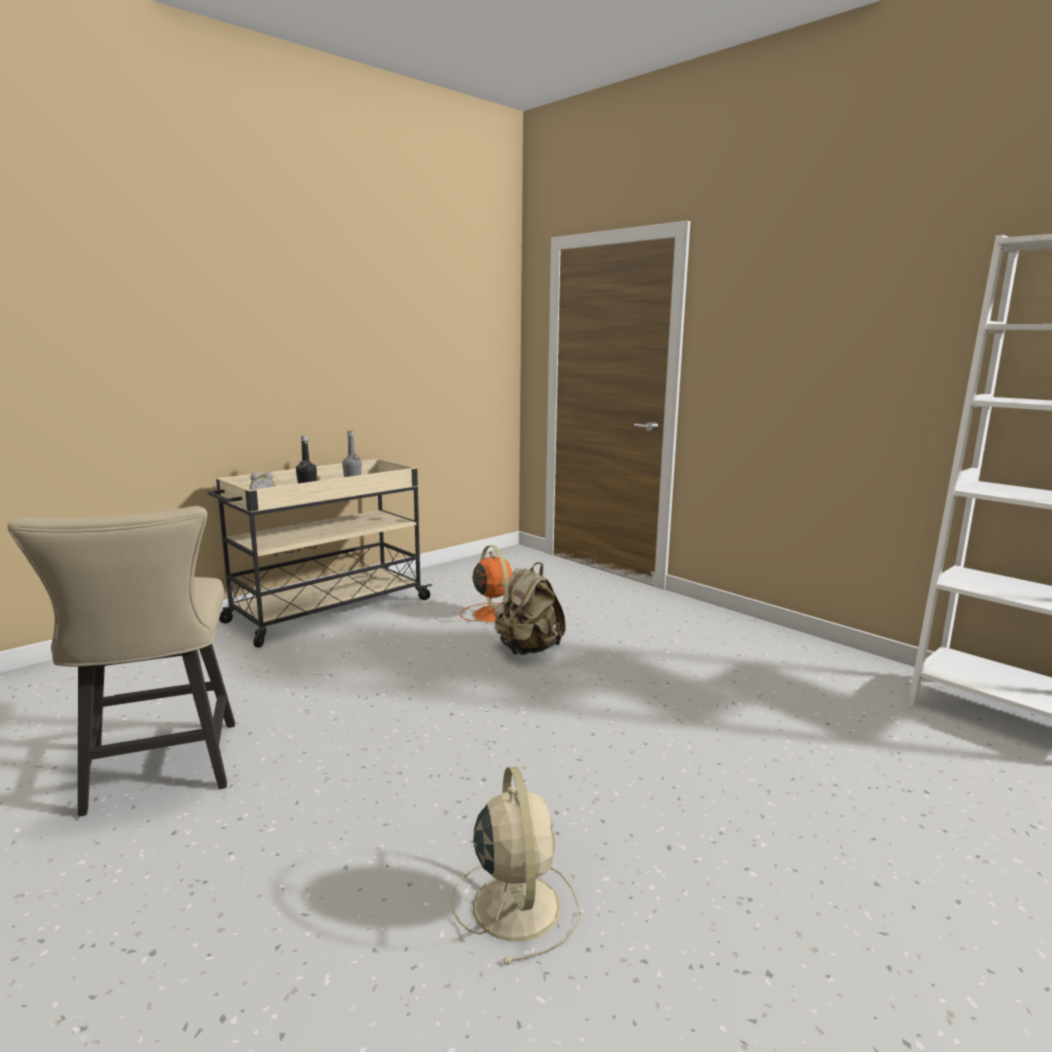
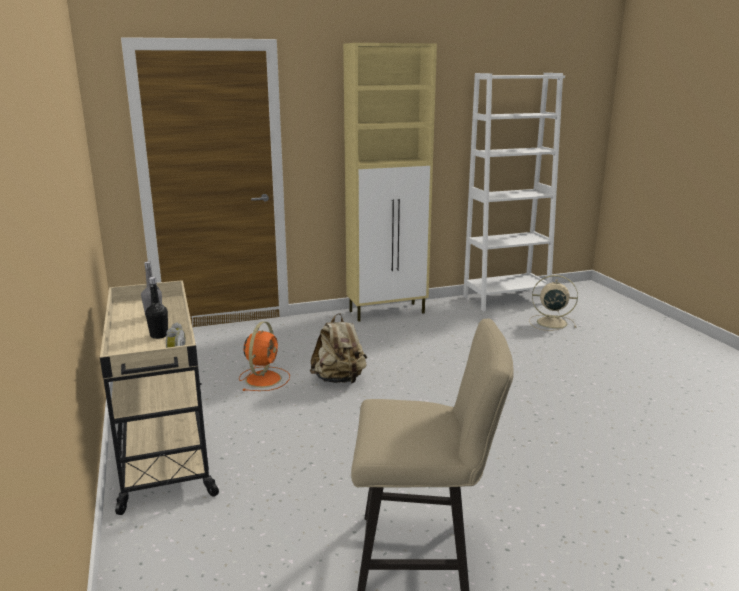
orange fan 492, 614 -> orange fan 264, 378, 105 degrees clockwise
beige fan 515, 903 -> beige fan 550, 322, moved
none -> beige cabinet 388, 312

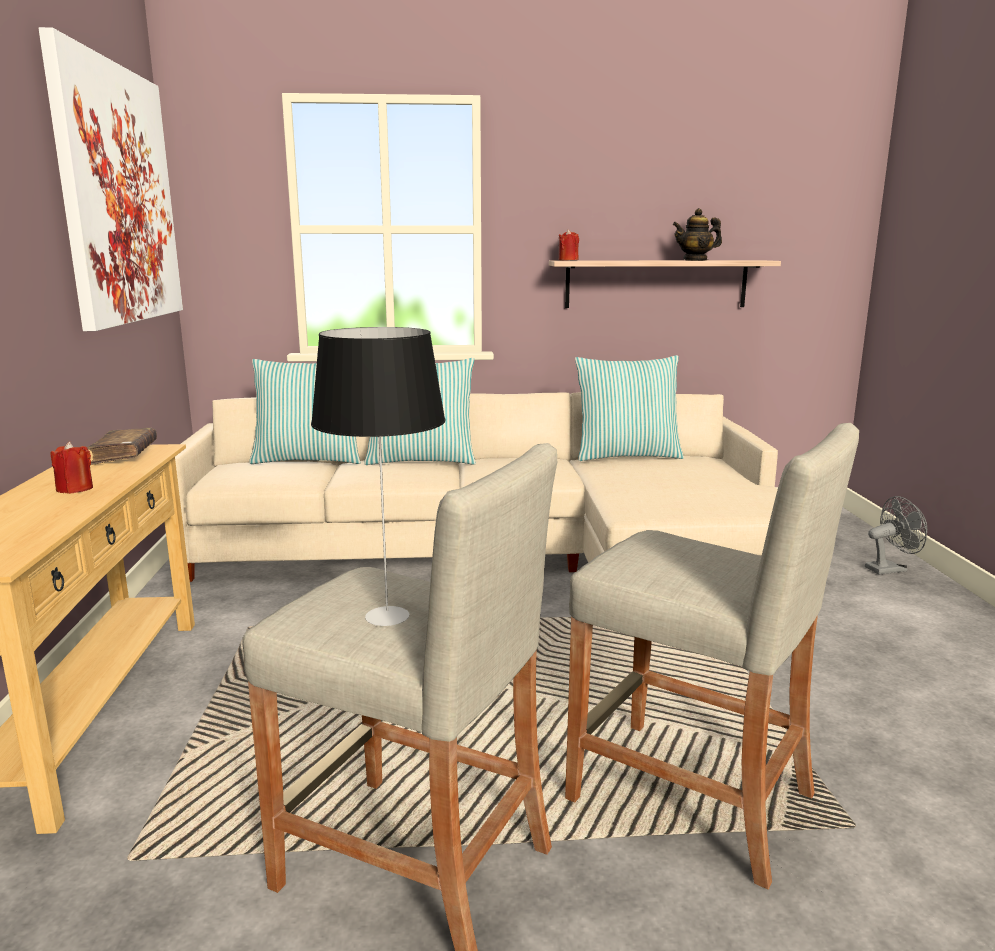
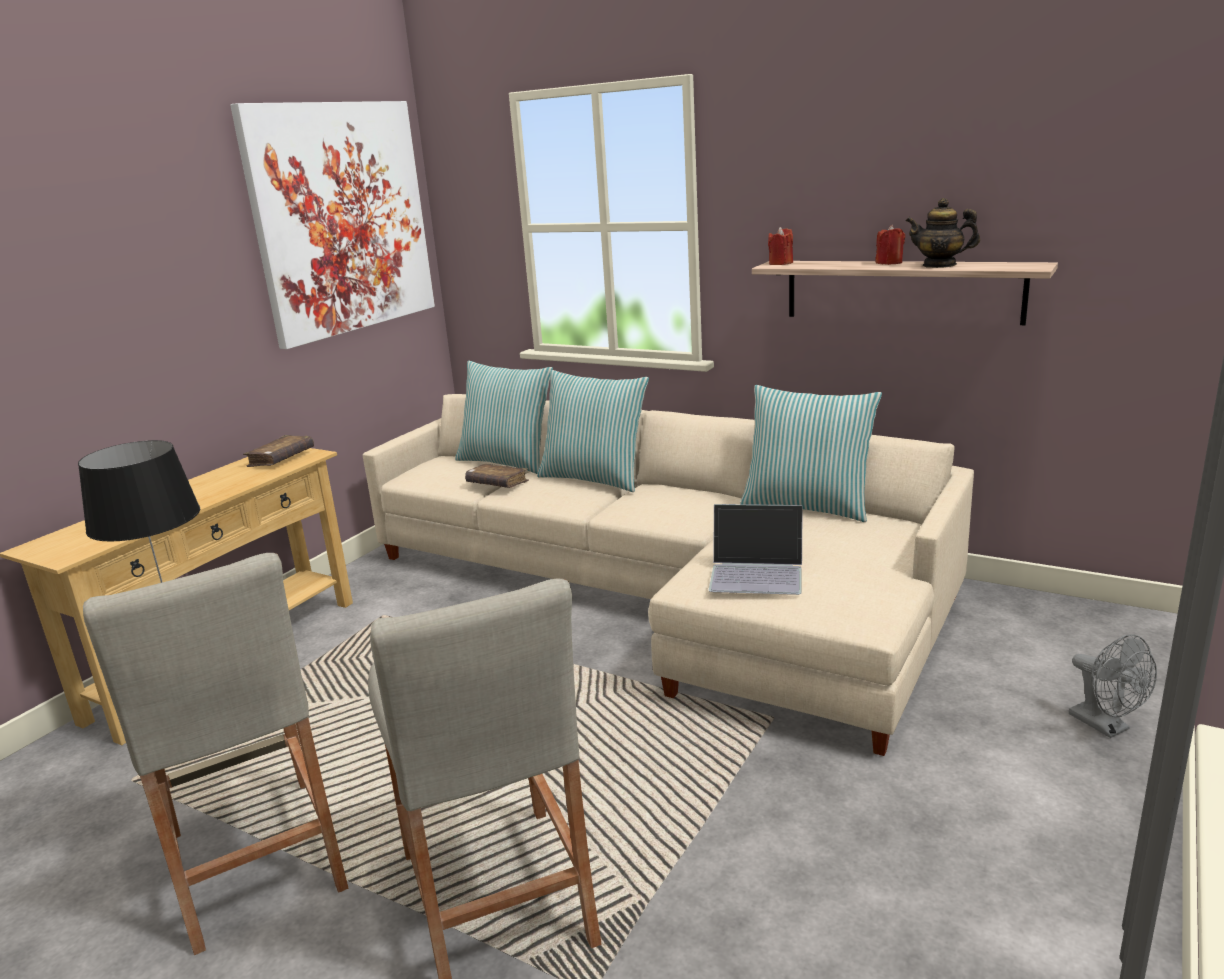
red candle 75, 489 -> red candle 889, 263, moved
grey fan 890, 569 -> grey fan 1106, 726, 45 degrees clockwise
none -> brown book 497, 484
none -> laptop 757, 572

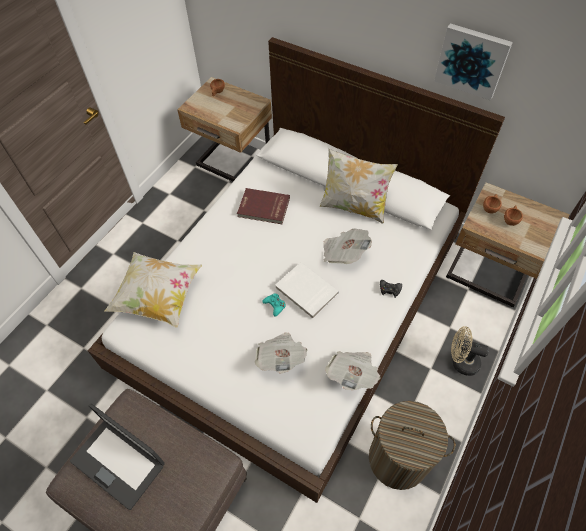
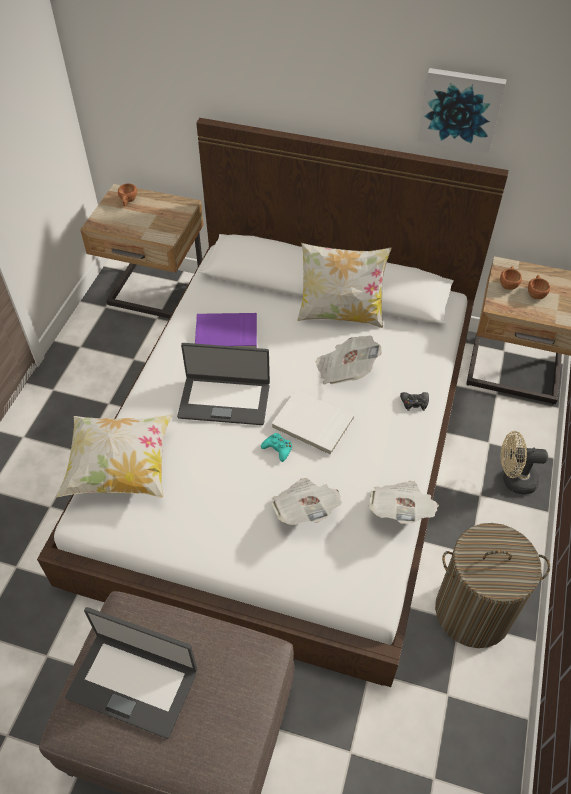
red book 263, 208 -> purple book 226, 335
none -> laptop 224, 400

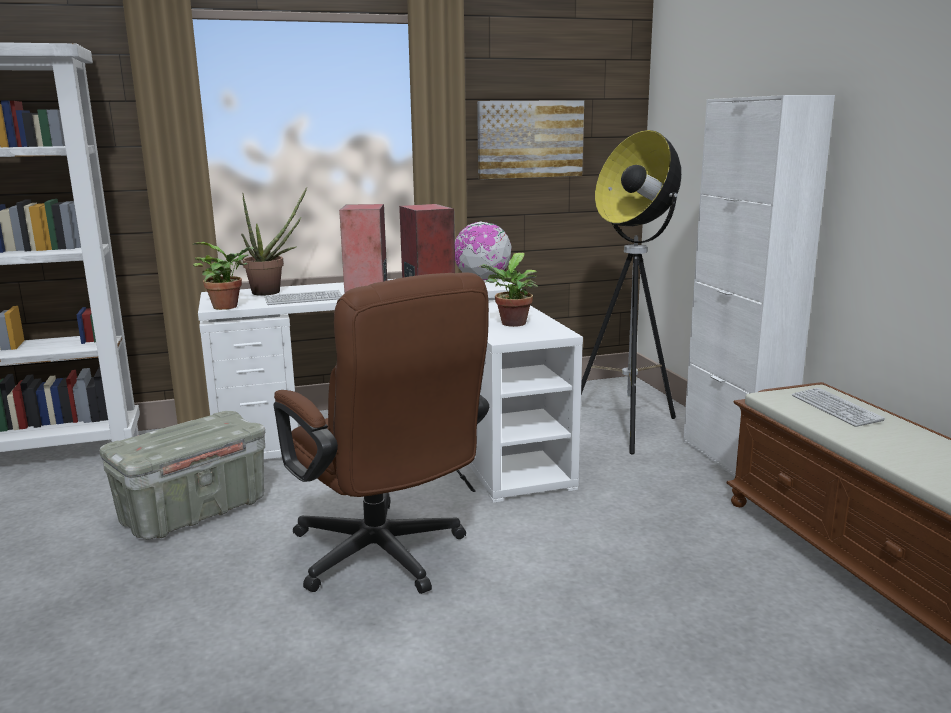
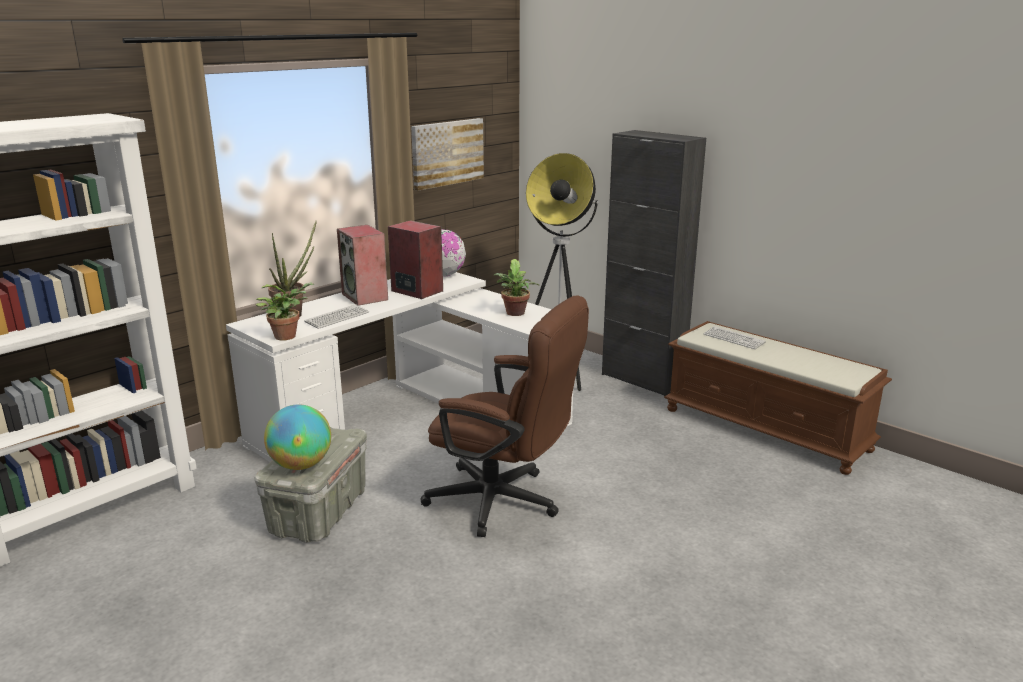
white cabinet 734, 459 -> black cabinet 642, 380
none -> globe 301, 465

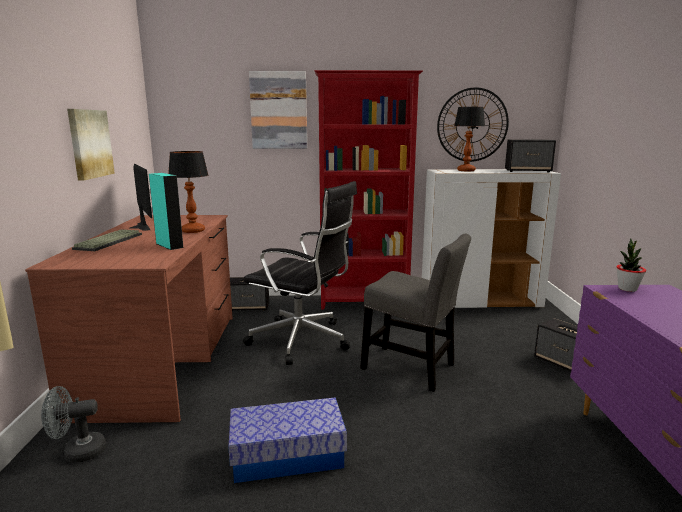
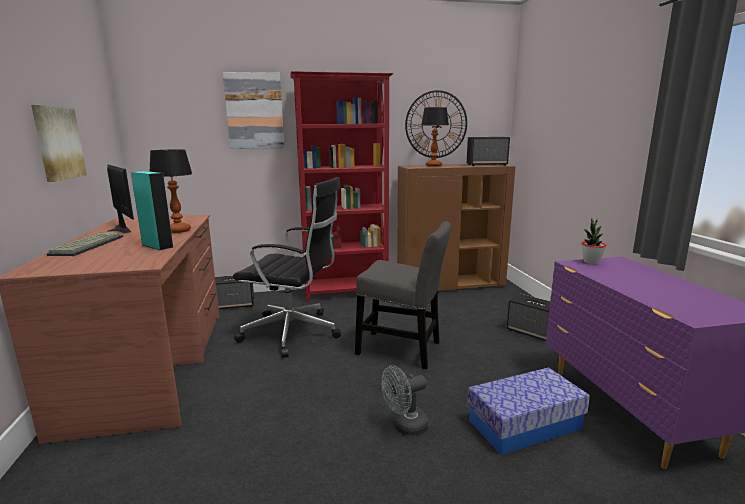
white cabinet 480, 302 -> brown cabinet 450, 285
grey fan 78, 452 -> grey fan 405, 426, moved
storage box 288, 455 -> storage box 524, 424, moved

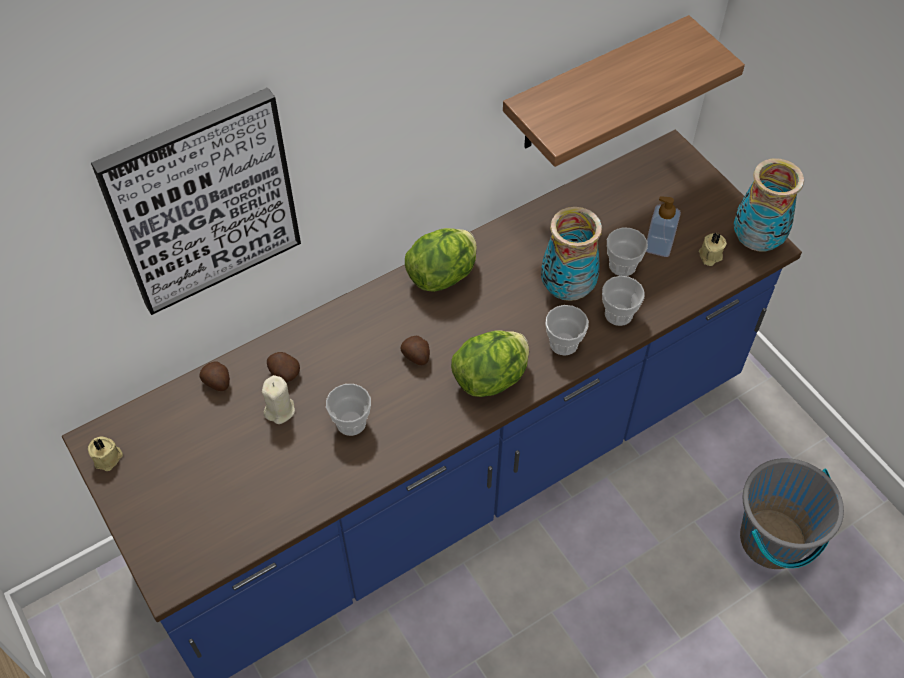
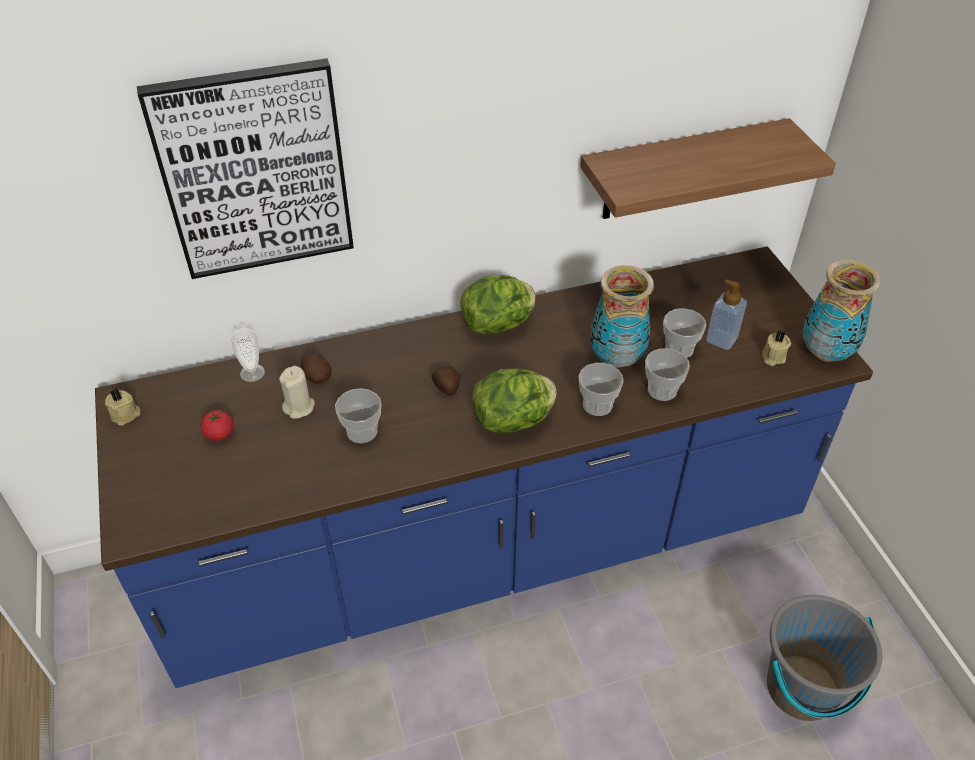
potato 218, 383 -> cup 252, 373
none -> tomato 219, 434

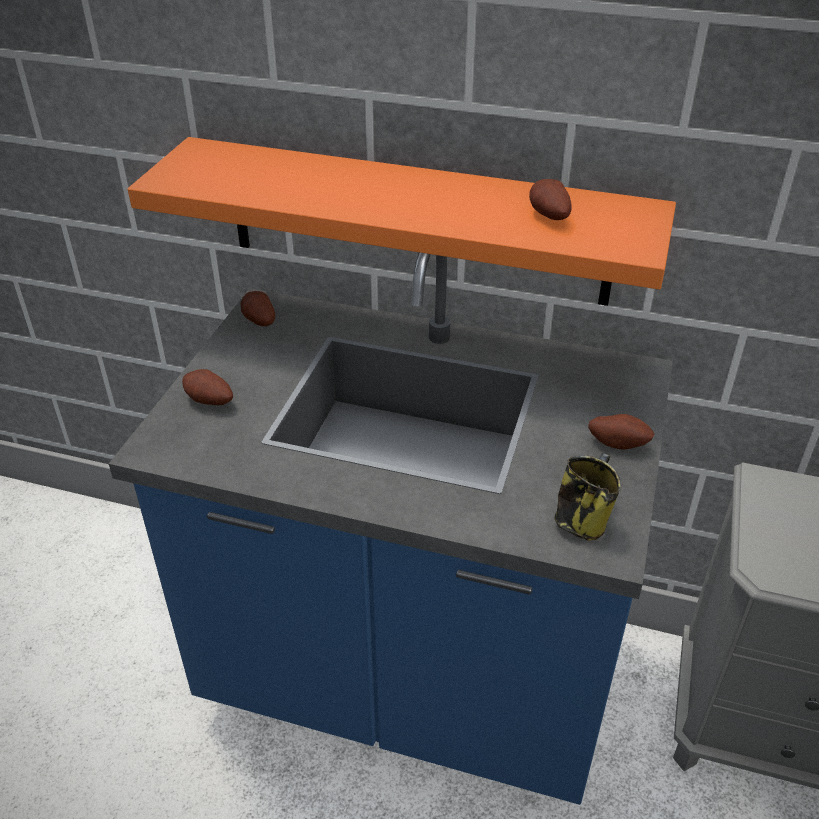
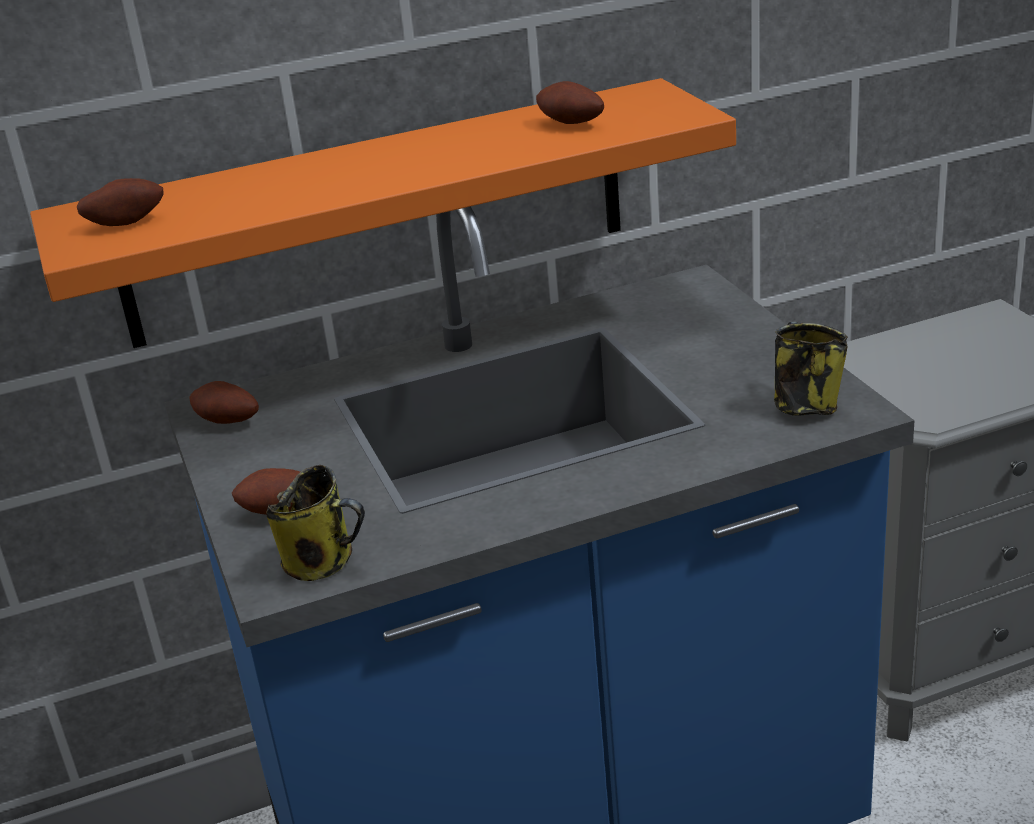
potato 618, 443 -> potato 126, 222, moved
none -> mug 322, 563

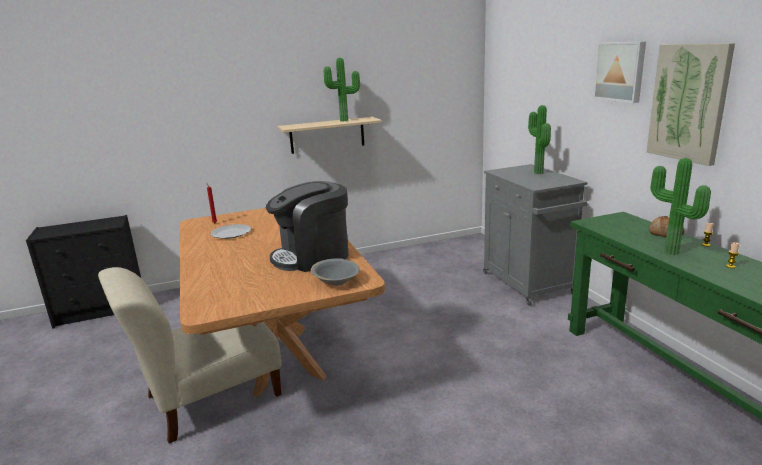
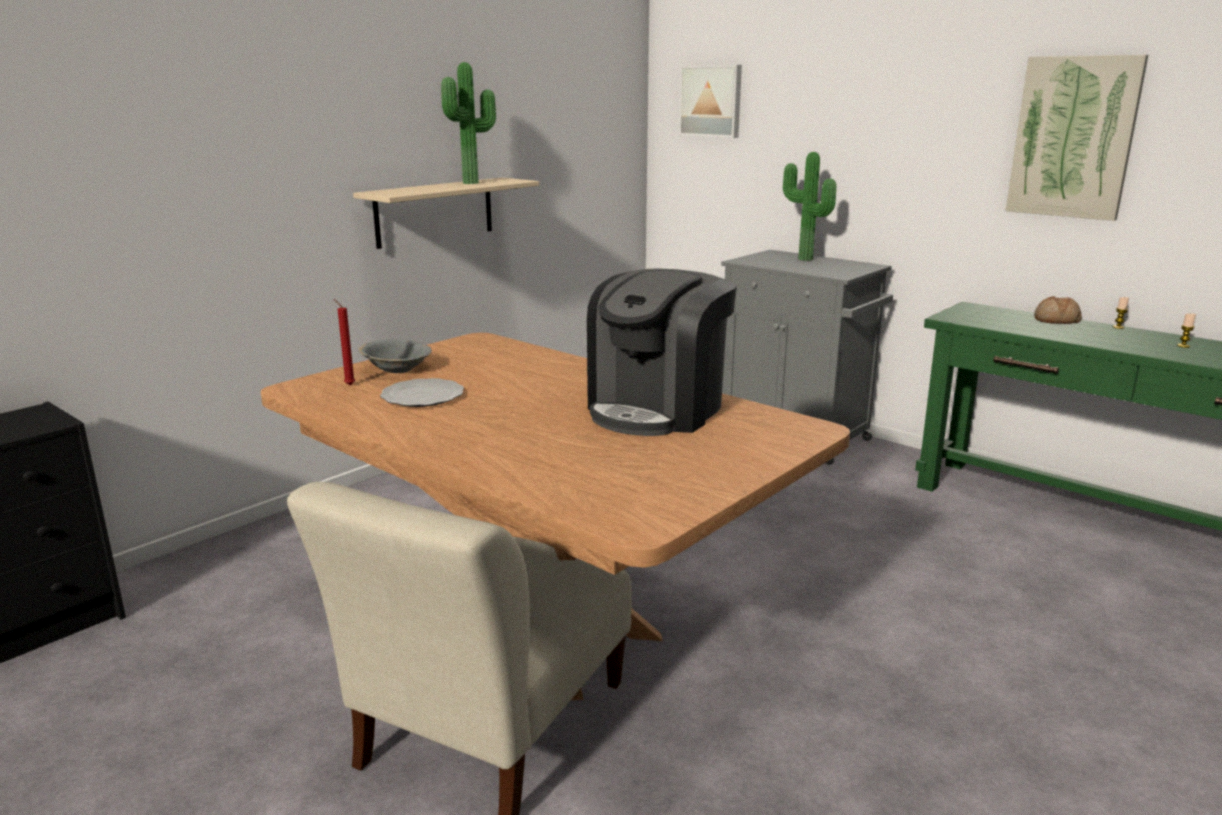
picture 620, 71 -> picture 711, 101, moved
potted plant 669, 253 -> none
grey bowl 336, 282 -> grey bowl 397, 369, moved

